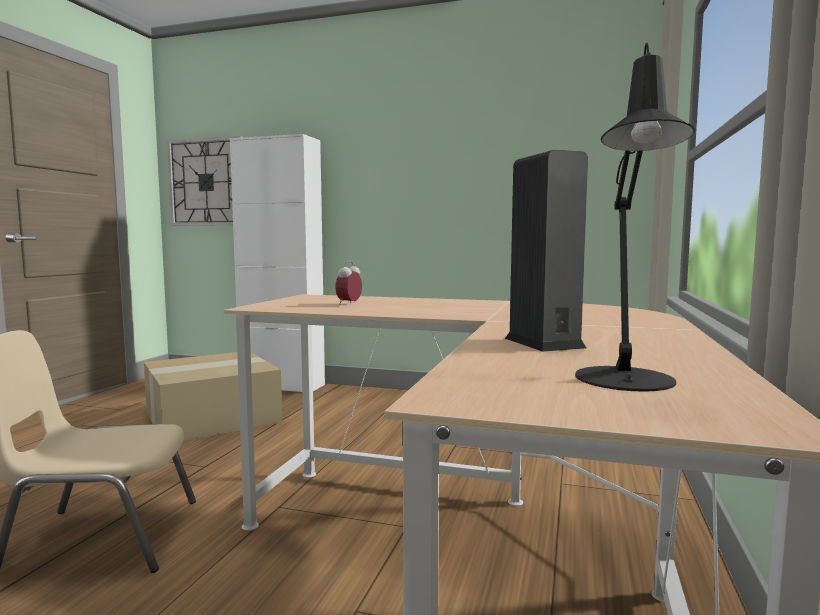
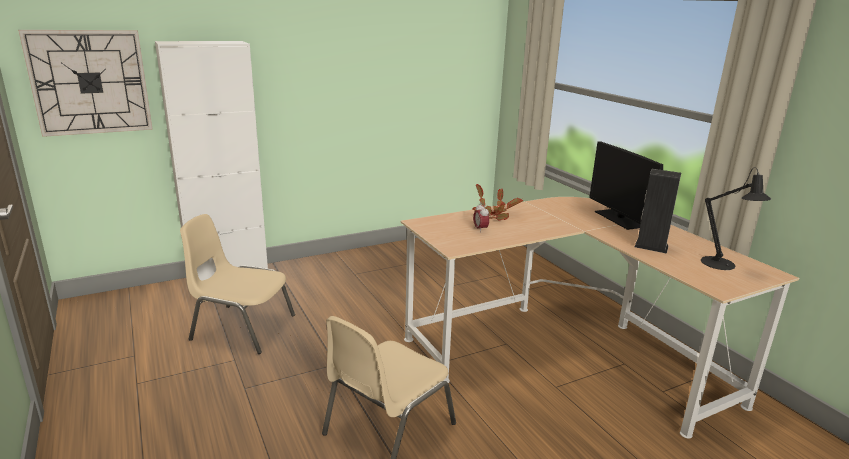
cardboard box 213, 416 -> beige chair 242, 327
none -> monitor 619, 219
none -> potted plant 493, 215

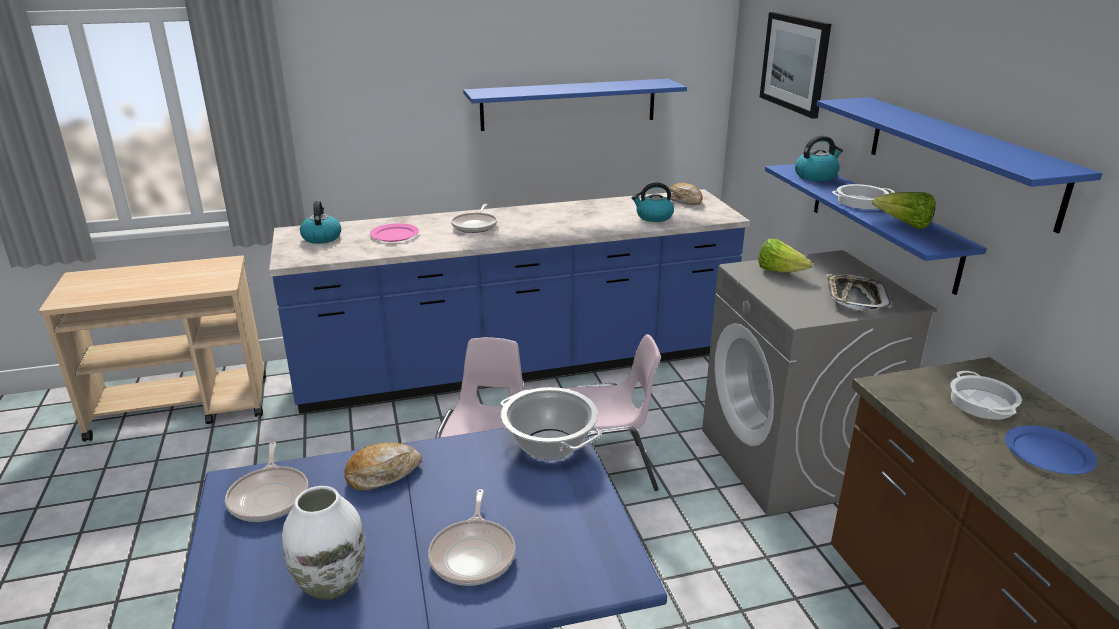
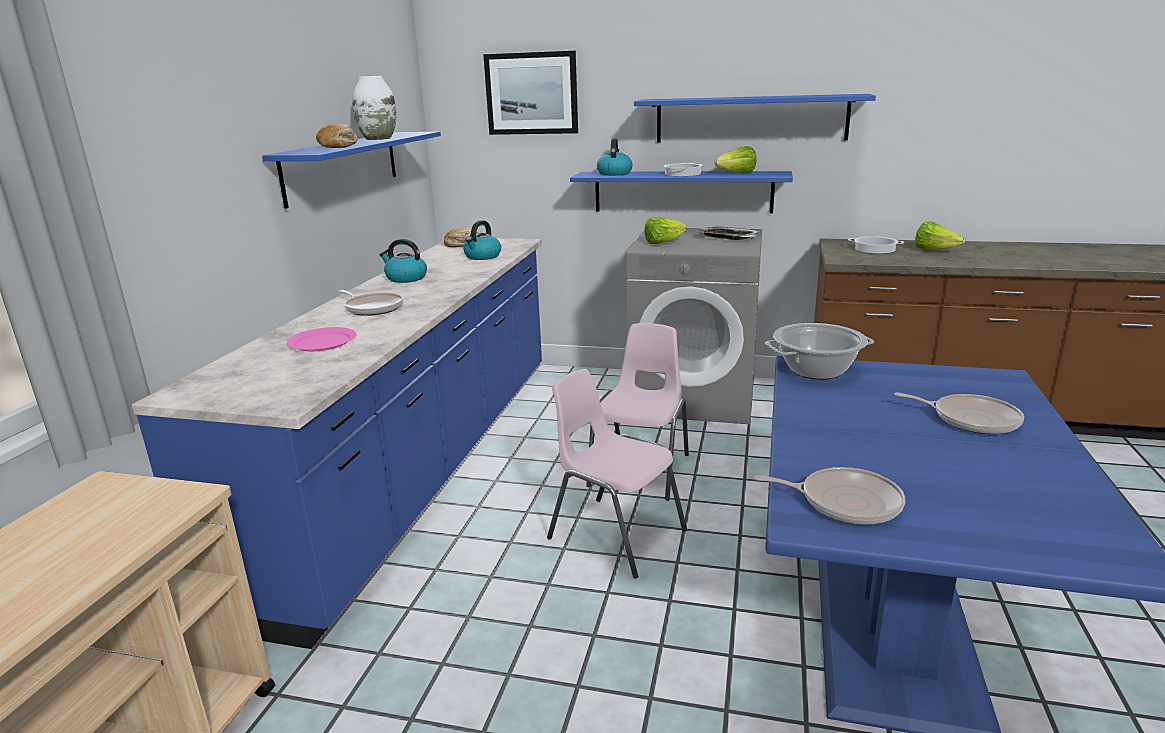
kettle 321, 237 -> kettle 405, 278, moved
blue plate 1049, 453 -> lettuce 935, 251
bread 383, 474 -> bread 339, 146, moved
white vase 330, 584 -> white vase 378, 139, moved

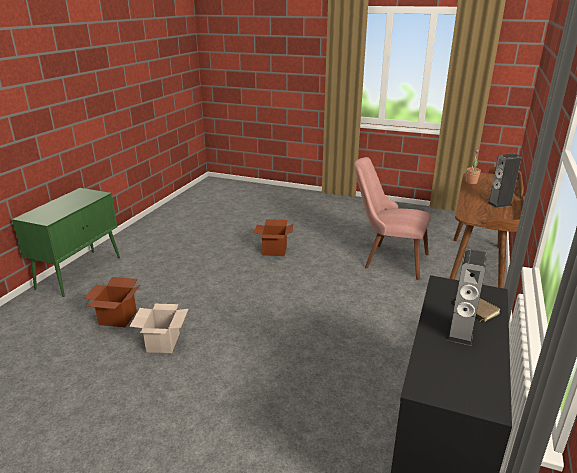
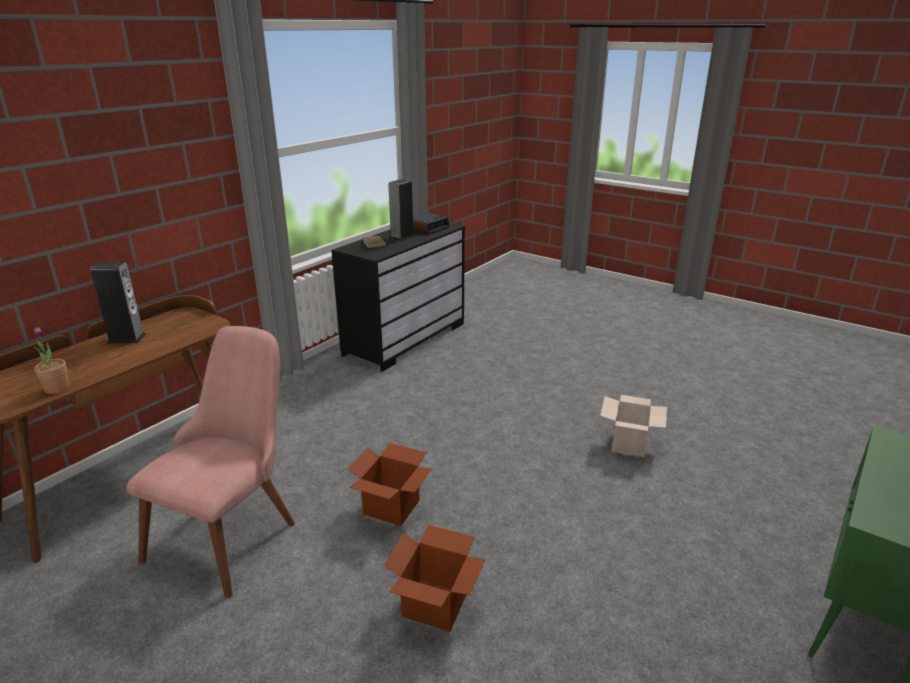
pink chair 387, 259 -> pink chair 233, 530, 105 degrees counterclockwise
cardboard box 118, 318 -> cardboard box 391, 507, moved
none -> alarm clock 427, 228

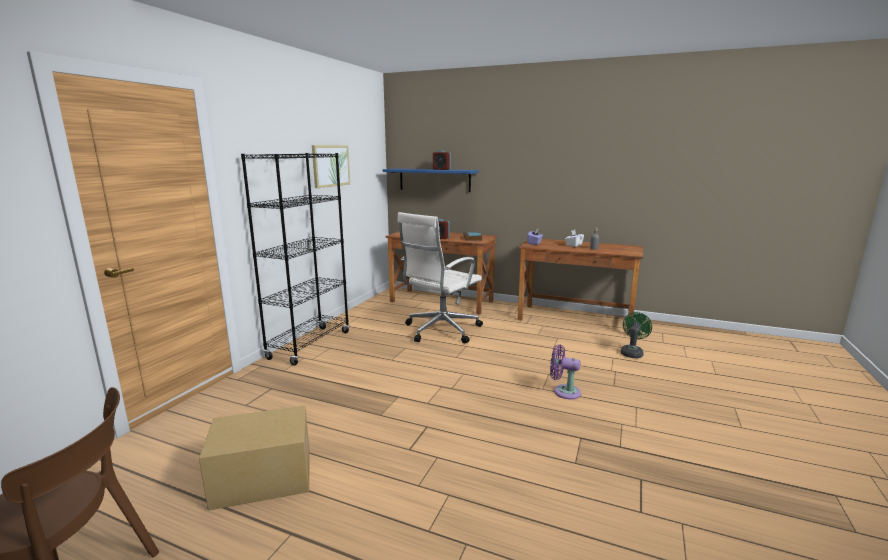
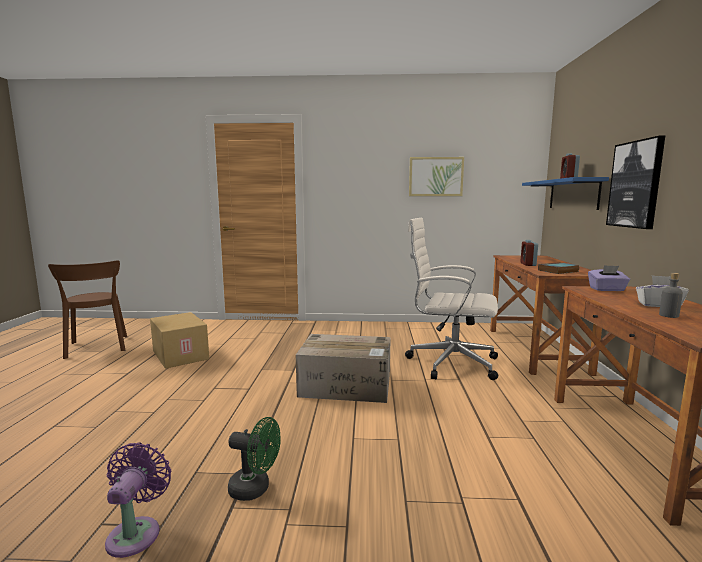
black bookcase 309, 345 -> none
green fan 632, 352 -> green fan 255, 489, moved
purple fan 563, 391 -> purple fan 136, 532, moved
none -> picture 635, 184
none -> cardboard box 347, 385

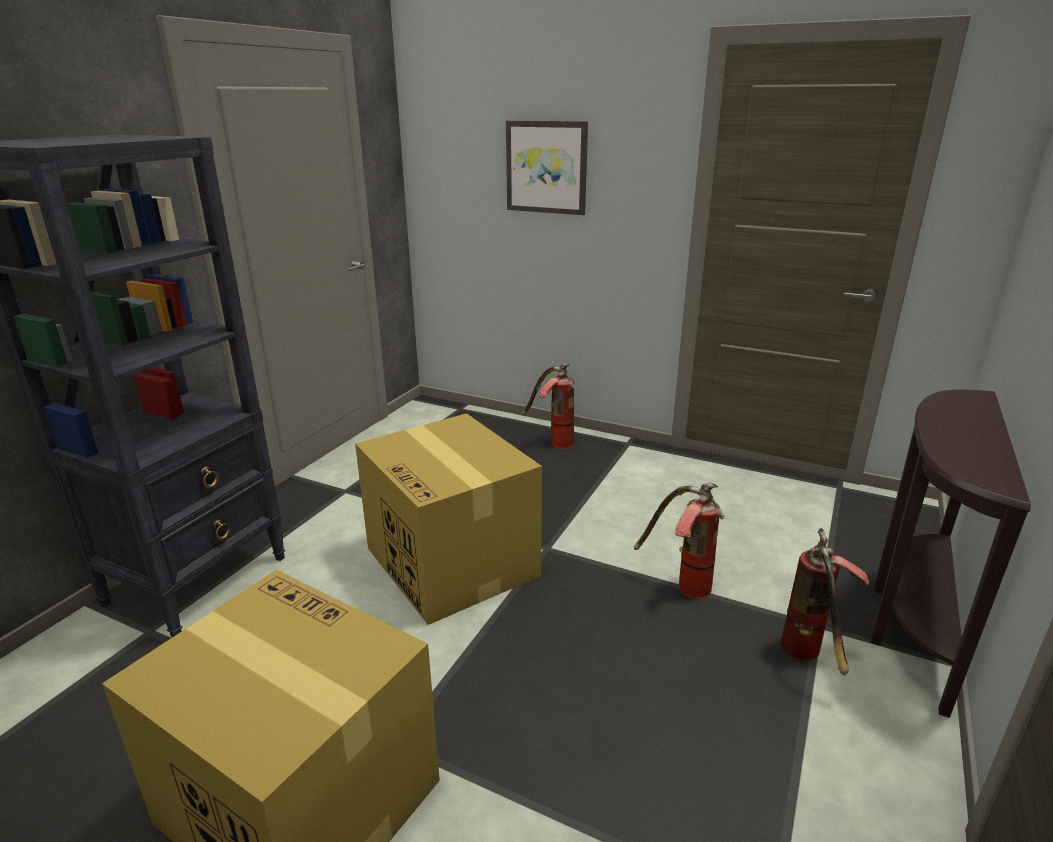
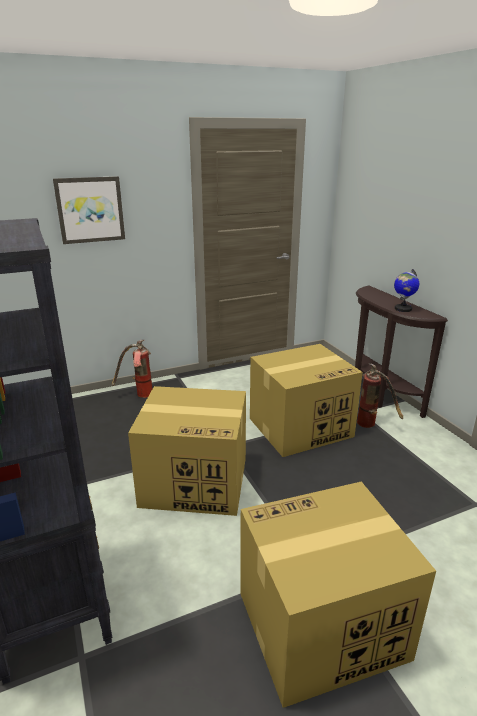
fire extinguisher 680, 586 -> cardboard box 301, 427
none -> globe 402, 309

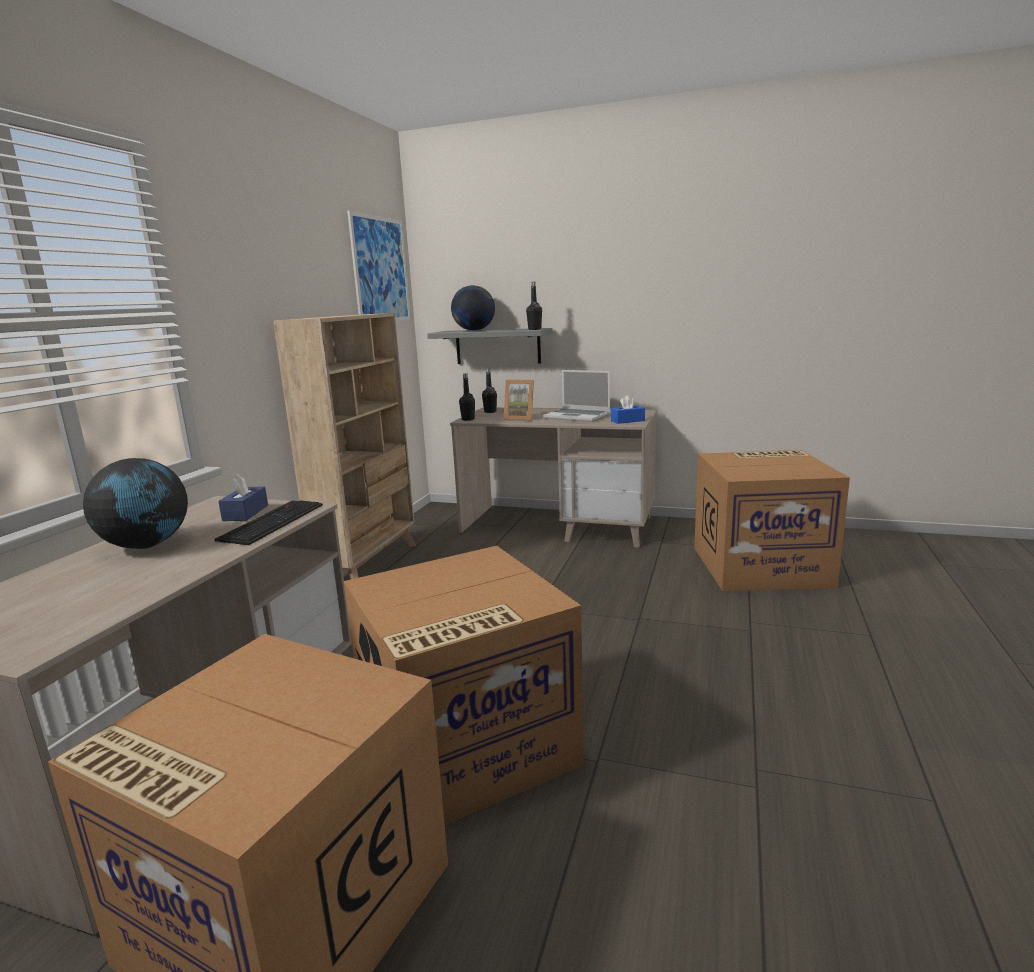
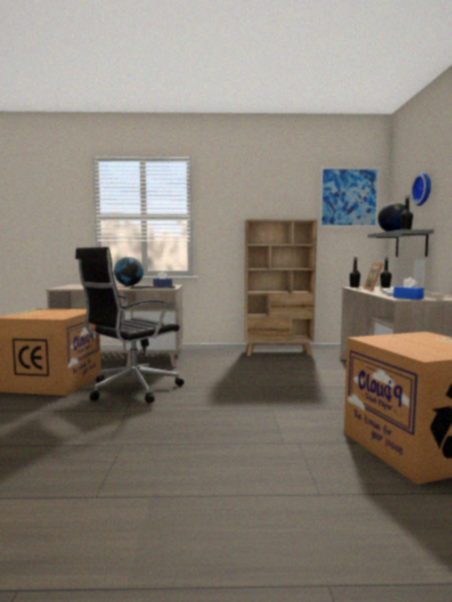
cardboard box 465, 747 -> black office chair 131, 389
none -> wall clock 423, 189

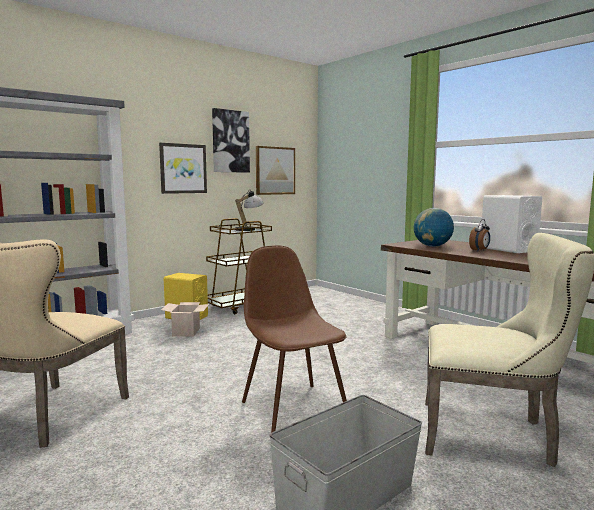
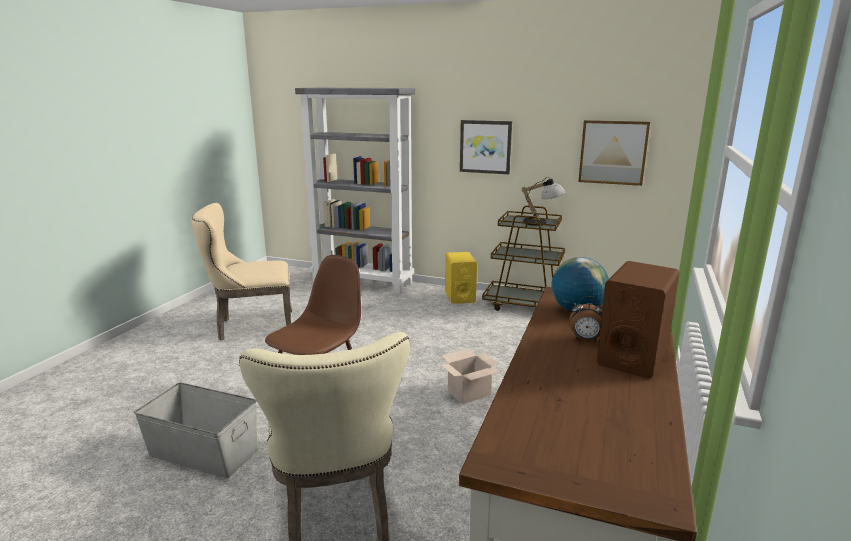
picture 230, 141 -> none
white speaker 507, 249 -> brown speaker 632, 357
cardboard box 186, 332 -> cardboard box 468, 393, moved

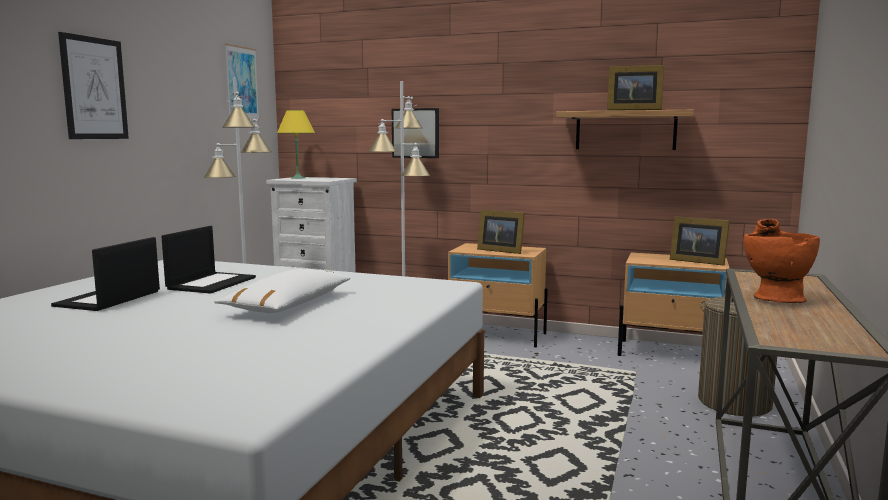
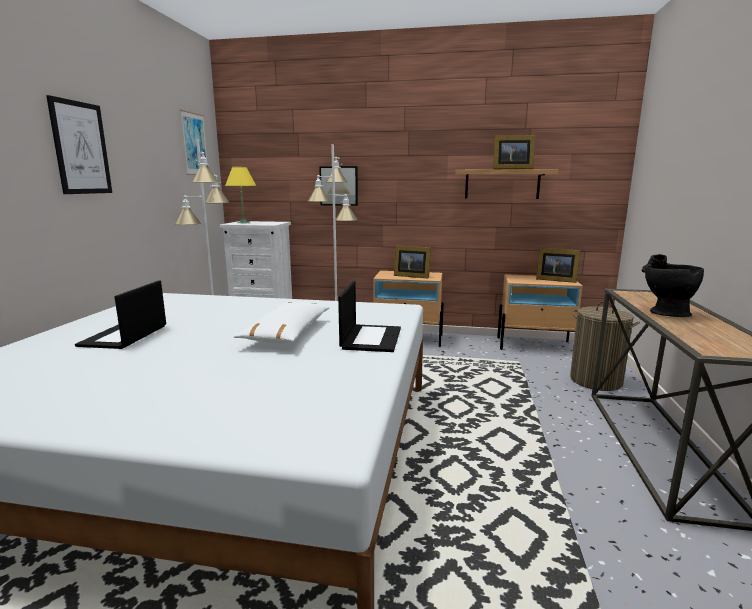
orange vase 772, 298 -> black vase 663, 312
laptop 211, 283 -> laptop 371, 338, moved

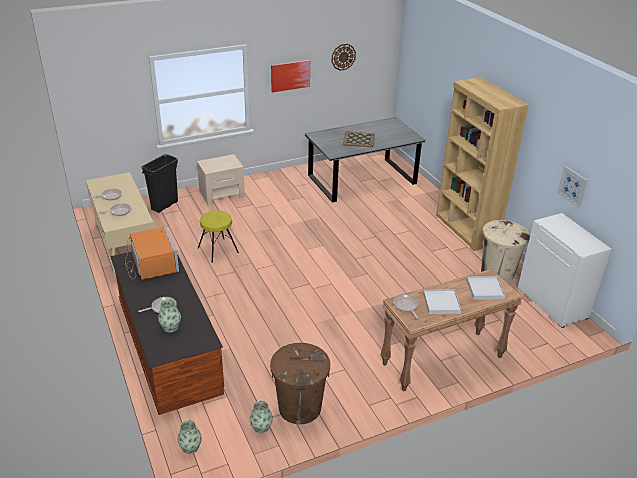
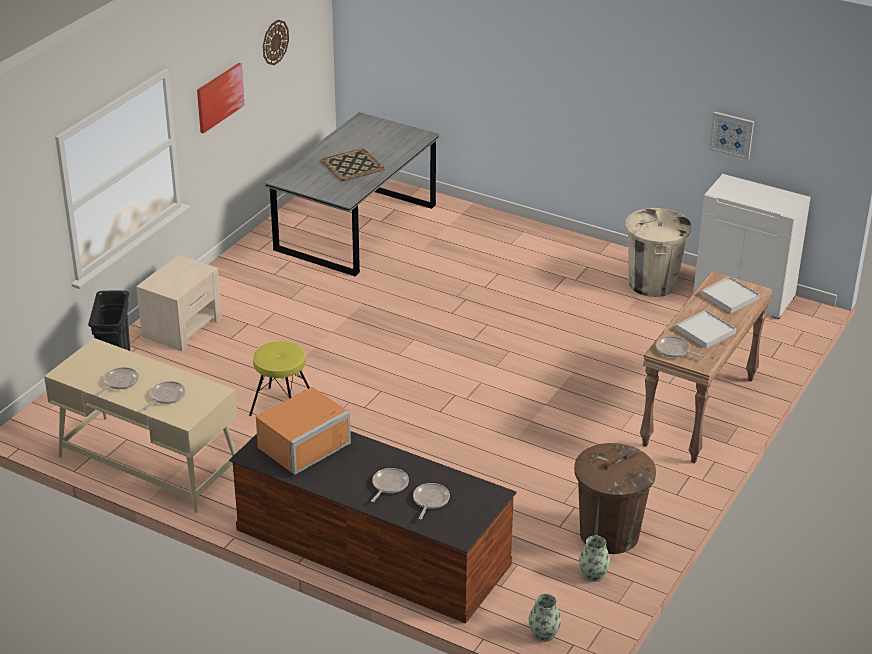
brown bookcase 466, 229 -> none
orange microwave 151, 264 -> orange microwave 300, 444, 105 degrees clockwise
vase 170, 327 -> frying pan 430, 500

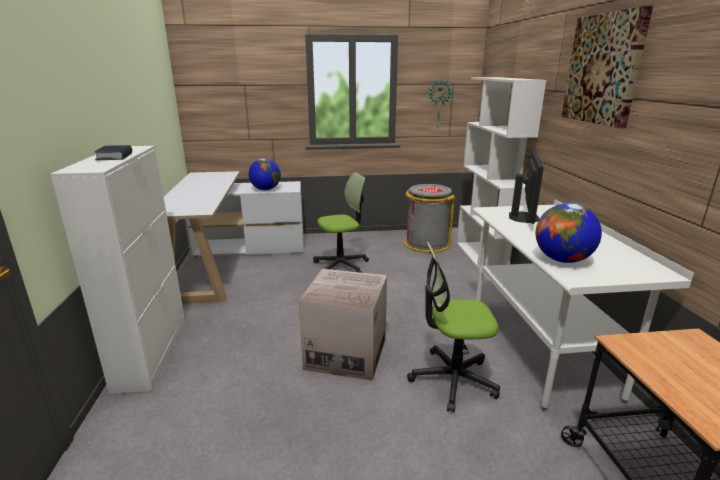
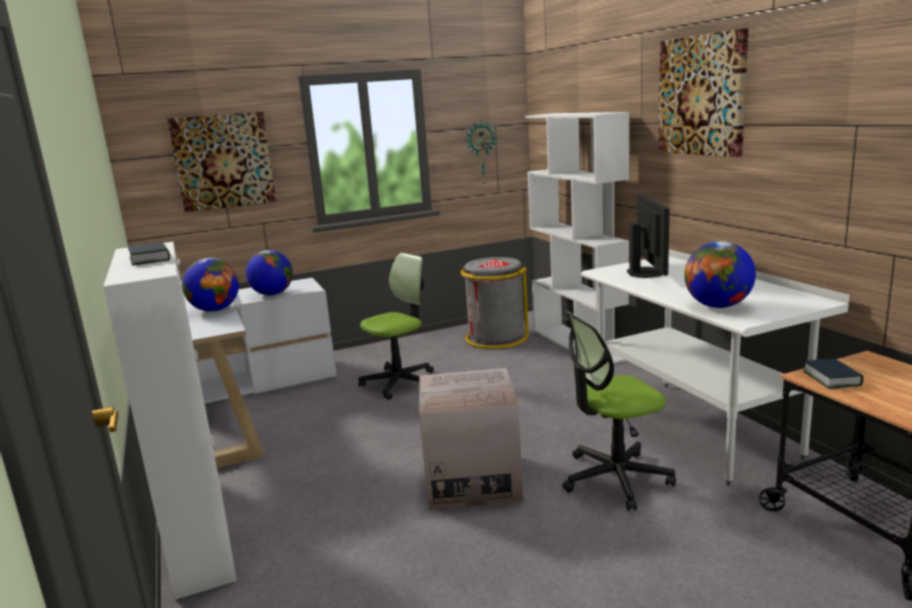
none -> picture 223, 161
none -> globe 215, 310
none -> book 831, 378

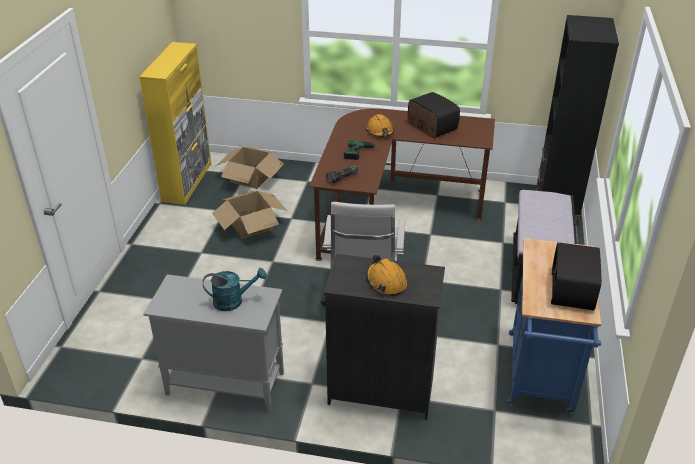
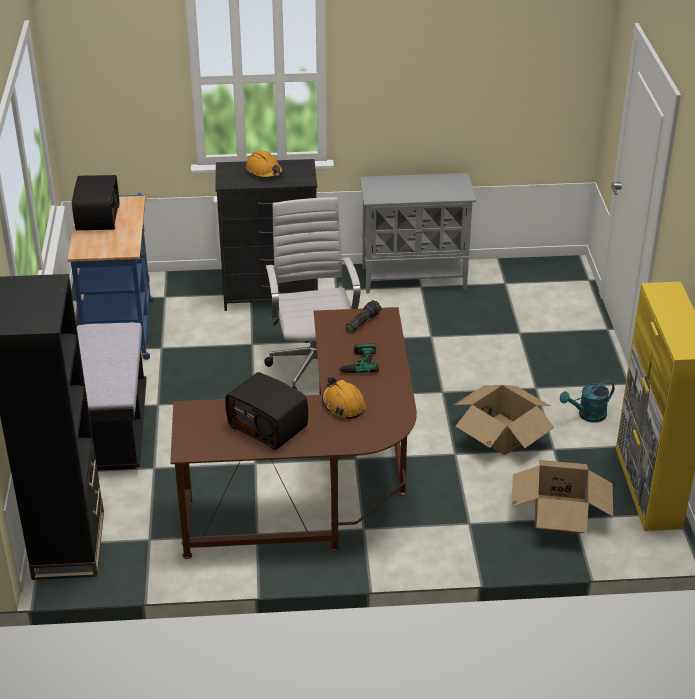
turquoise watering can 233, 301 -> turquoise watering can 587, 415, moved

